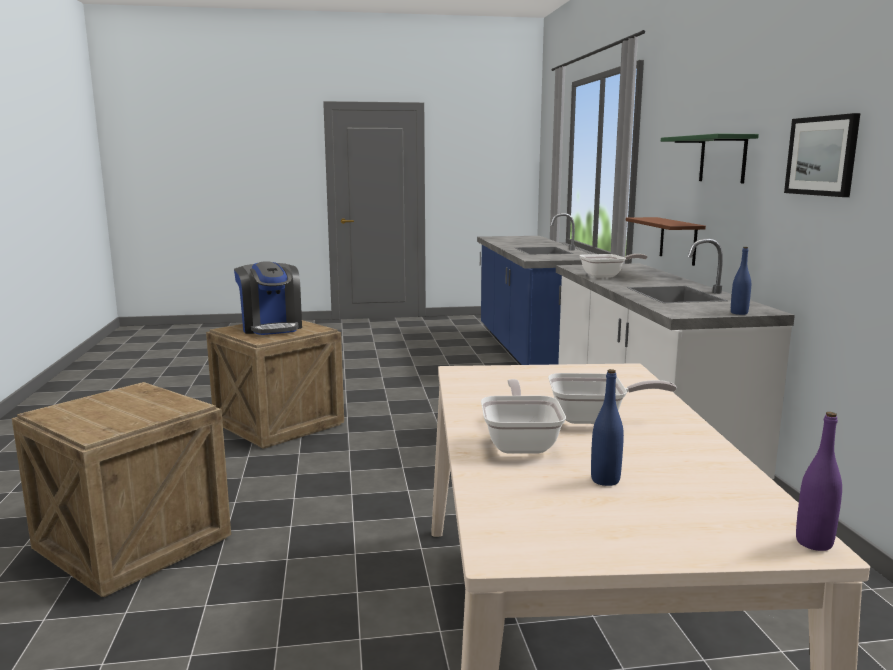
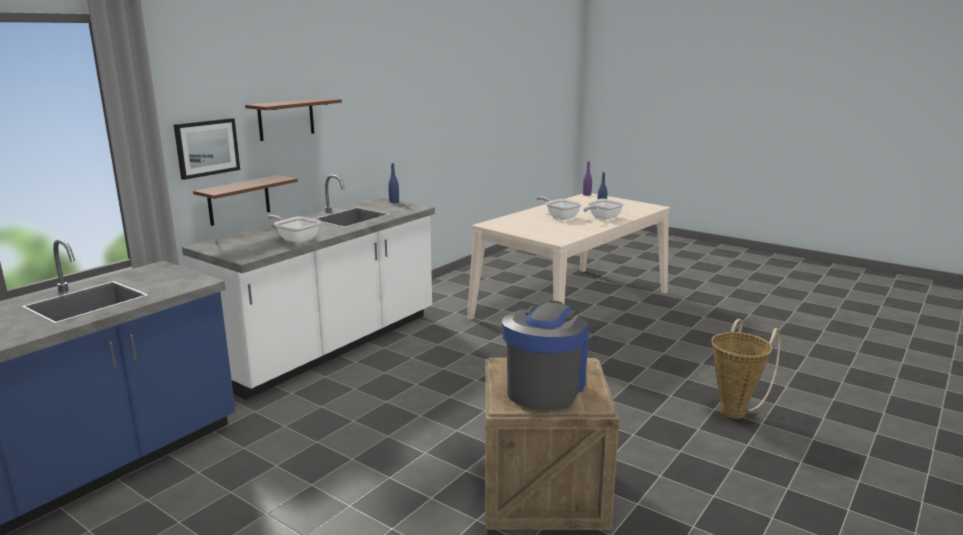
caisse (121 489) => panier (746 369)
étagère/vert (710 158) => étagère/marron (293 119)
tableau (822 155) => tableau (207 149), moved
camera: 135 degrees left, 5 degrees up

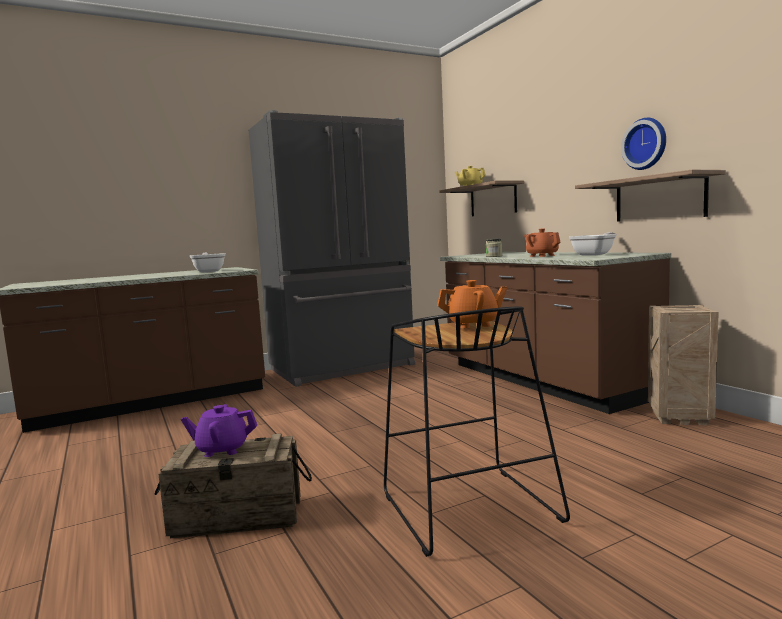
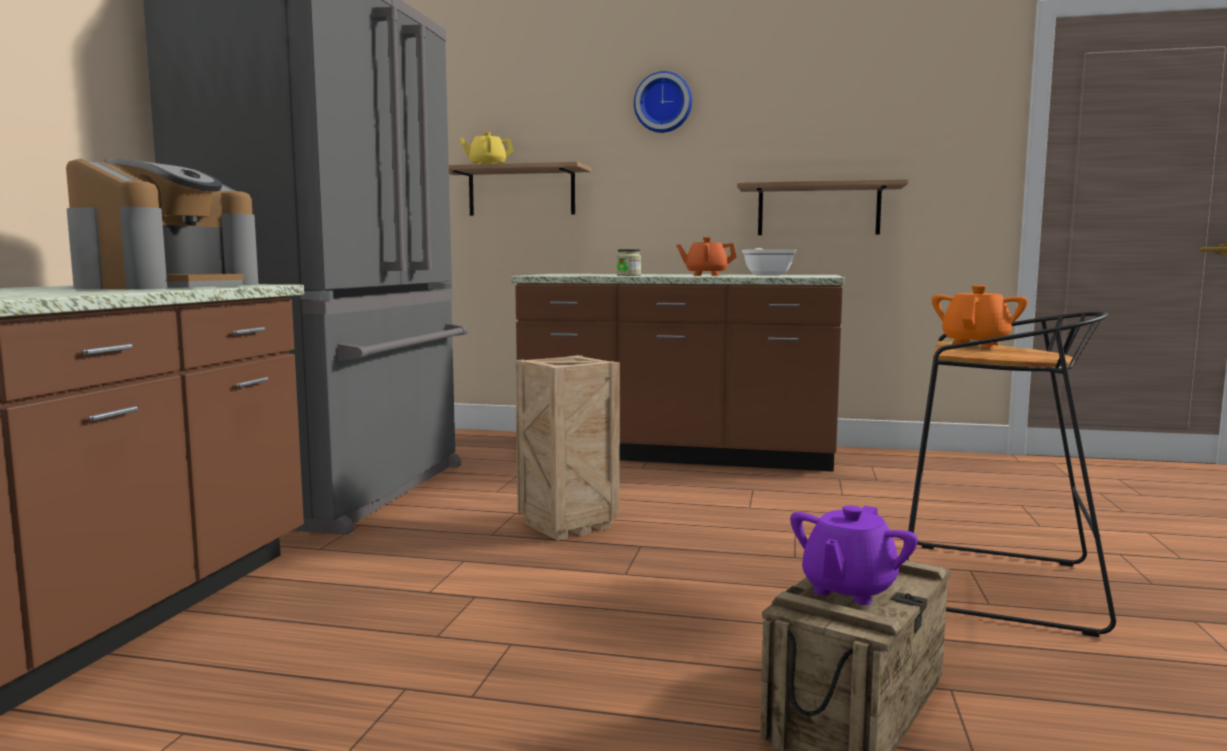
poêle (207 262) => machine à café (162 224)
horloge murale (643 144) => horloge murale (663 102), moved
caisse (683 365) => caisse (567 448), moved
camera: 50 degrees left, 0 degrees up

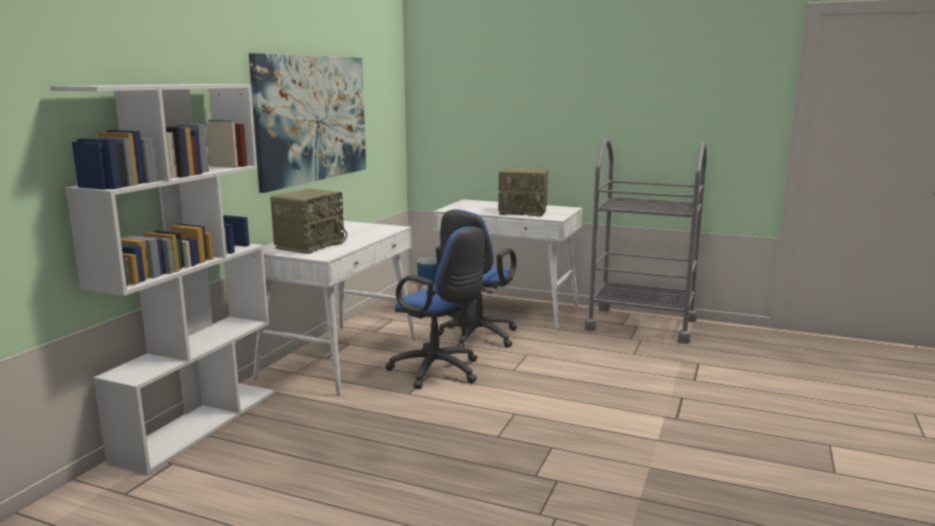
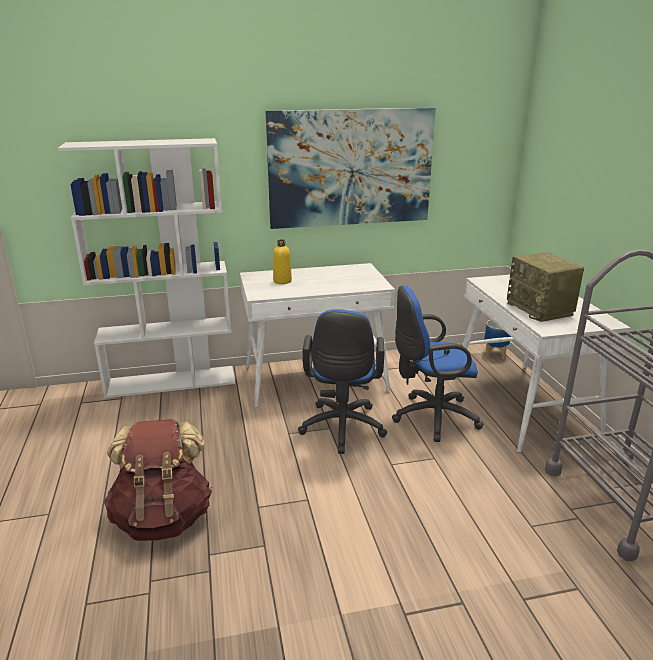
radio (308 221) => bouteille/jaune (282 261)
nothing => sac à dos/marron (158 480)
camera: 55 degrees right, 10 degrees up

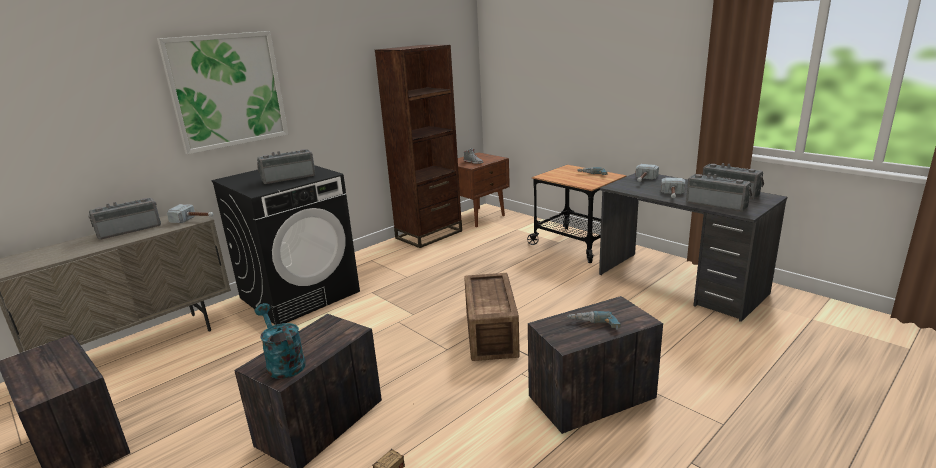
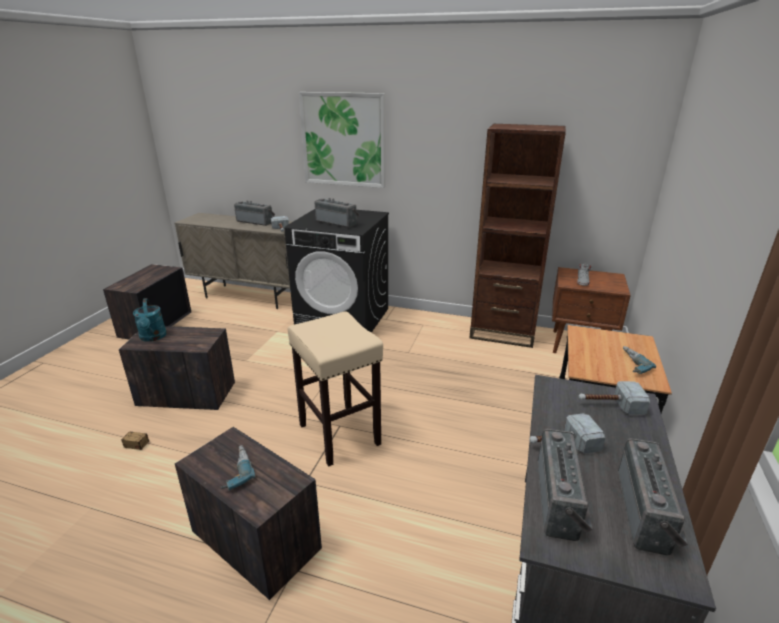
arrosoir/turquoise (280 341) => arrosoir/turquoise (150 320), 135 degrees clockwise
caisse (492 317) => tabouret/beige (335 388)
camera: 60 degrees right, 5 degrees up

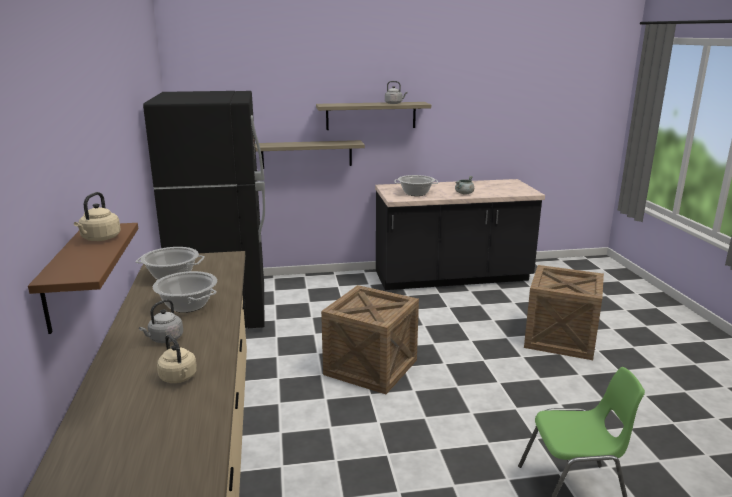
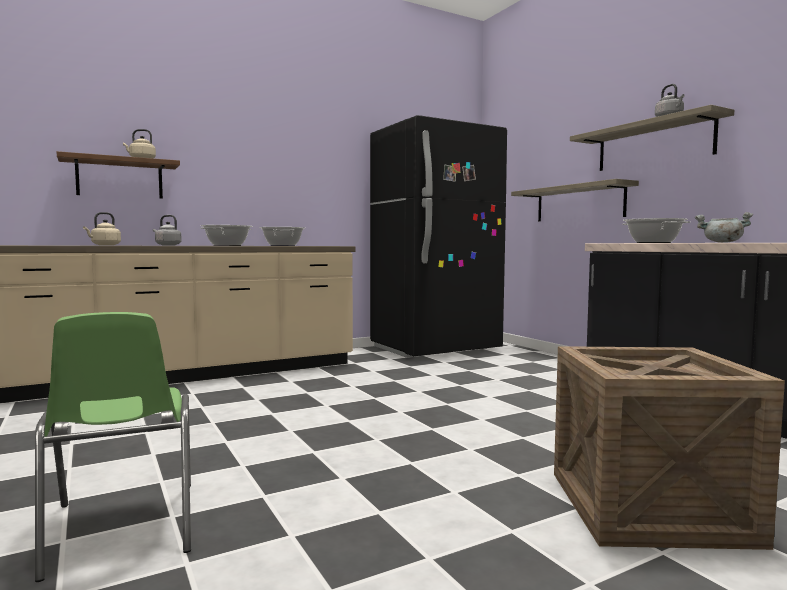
caisse (370 339) => nothing
camera: 70 degrees right, 15 degrees down

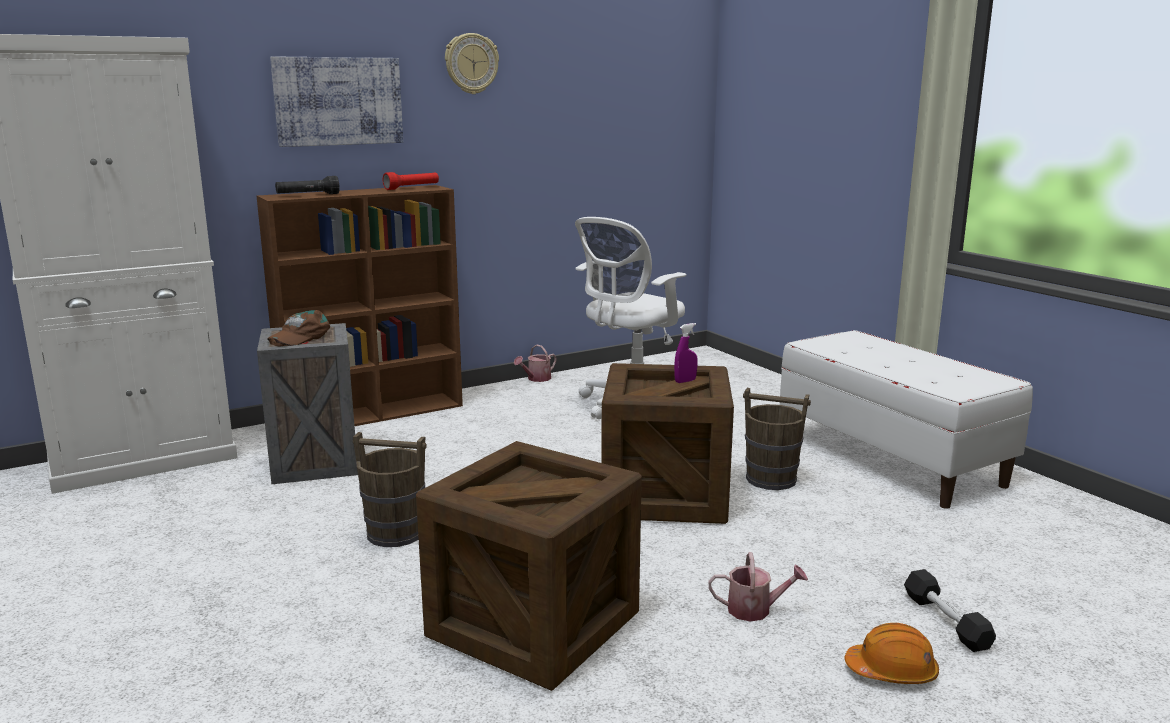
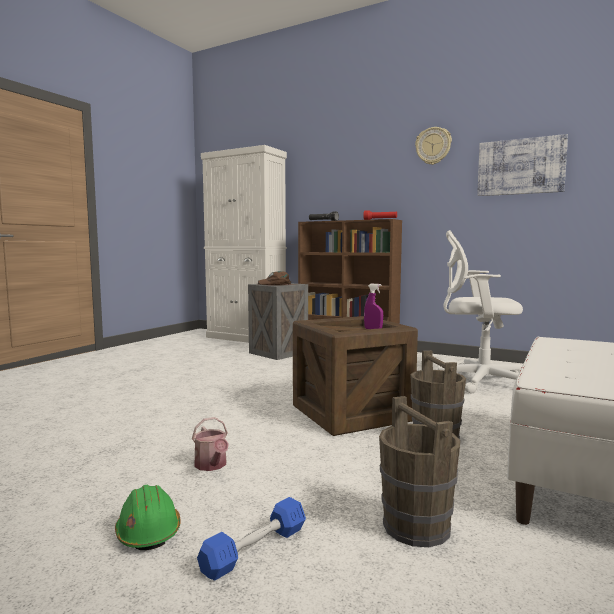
tableau (336 101) => tableau (522 165), moved
seau/marron (390 489) => seau/marron (419 471), moved
caisse (529 566) => nothing
arrosoir (535 363) => nothing
casque de chantier/orange (892 653) => casque de chantier/vert (148 517)
haltère/noir (950 610) => haltère/bleu (251 538)
camera: 60 degrees right, 10 degrees down

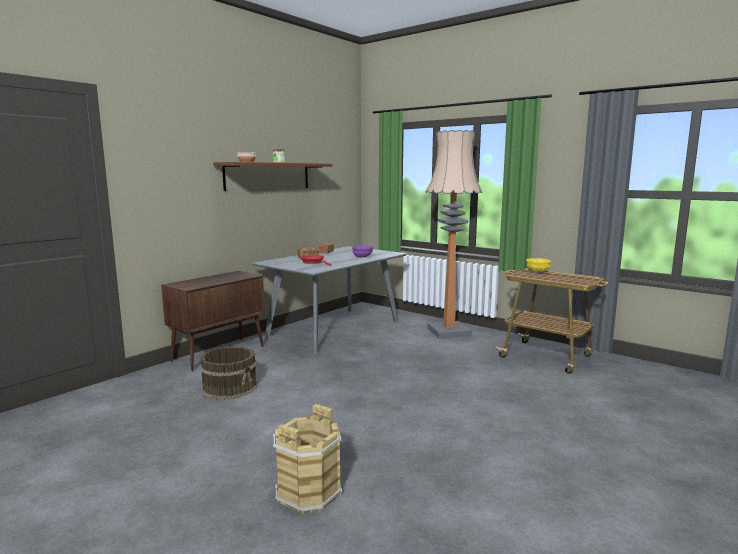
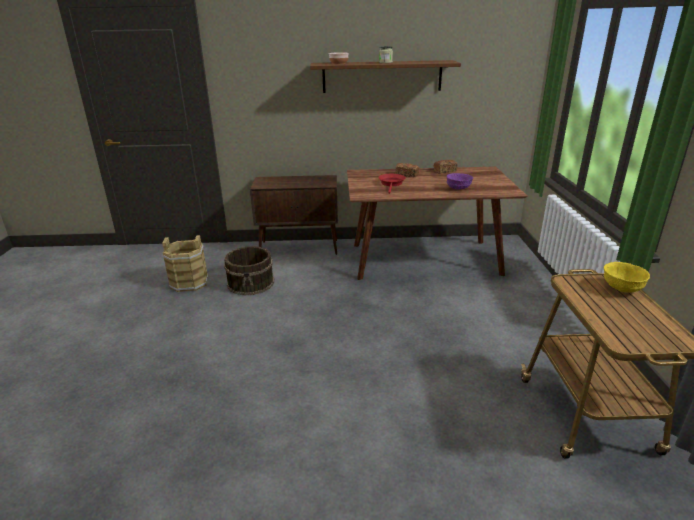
table à manger/gris (330 300) => table à manger/marron (437 223)
seau/marron (307 459) => seau/marron (185 263), moved
lampadaire (454 234) => nothing
camera: 50 degrees right, 15 degrees up

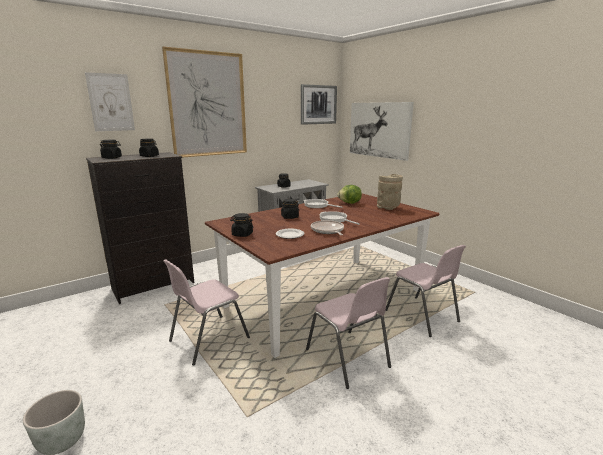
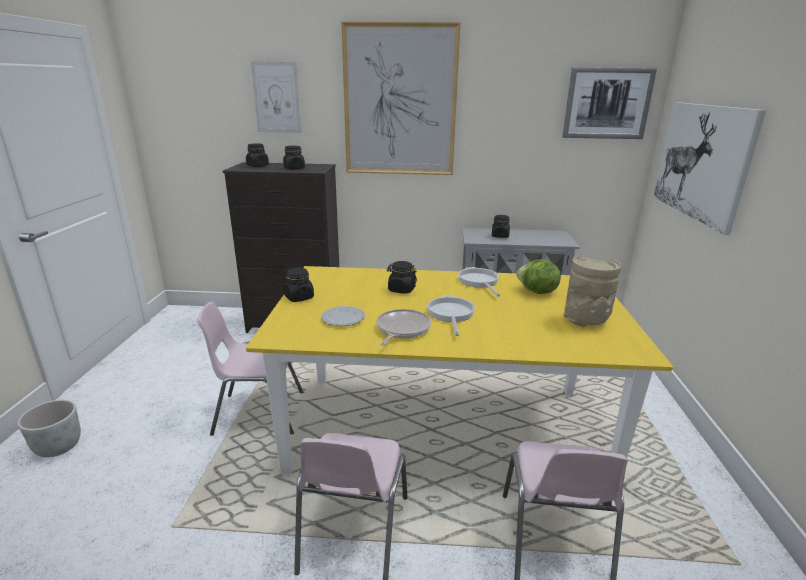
table à manger/marron (322 276) => table à manger/jaune (459 371)
camera: 40 degrees right, 5 degrees up

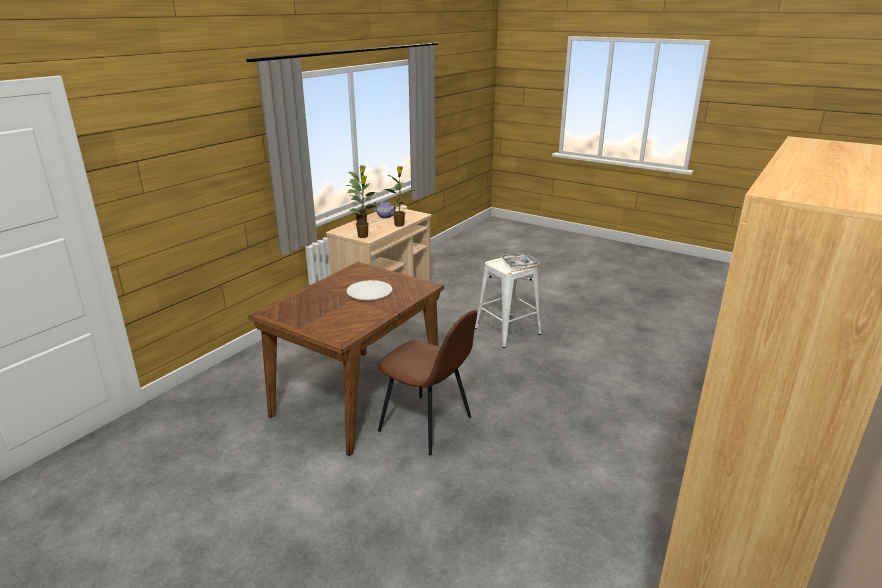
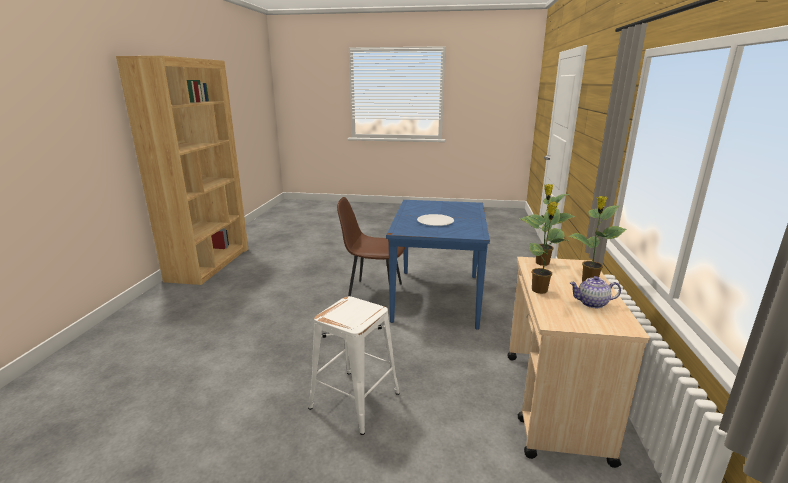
table à manger/marron (346 359) => table à manger/bleu (438 265)
plateau (520 260) => nothing
camera: 155 degrees right, 5 degrees down

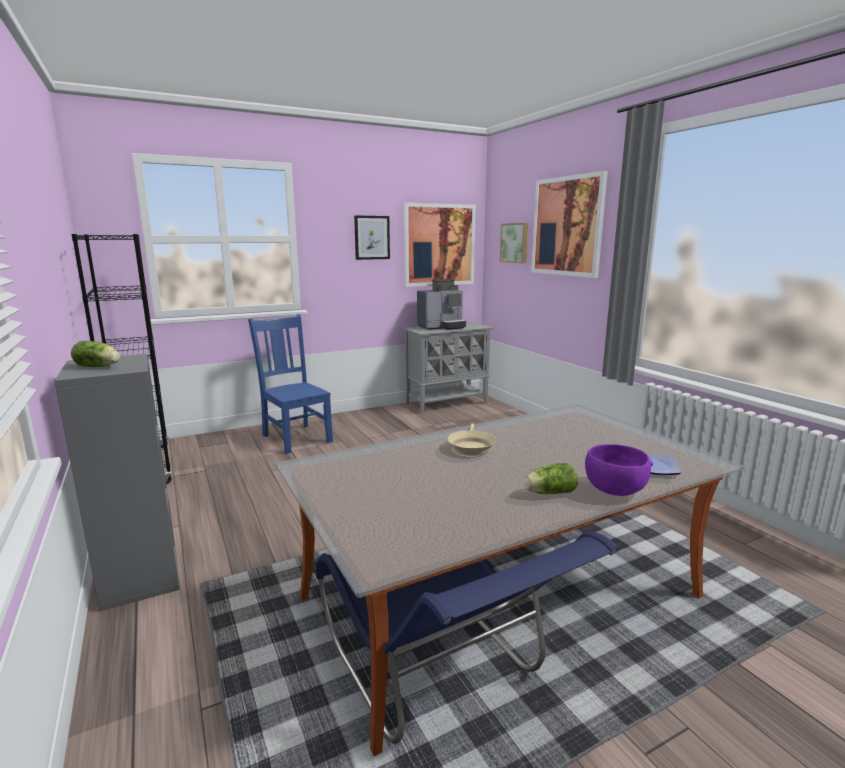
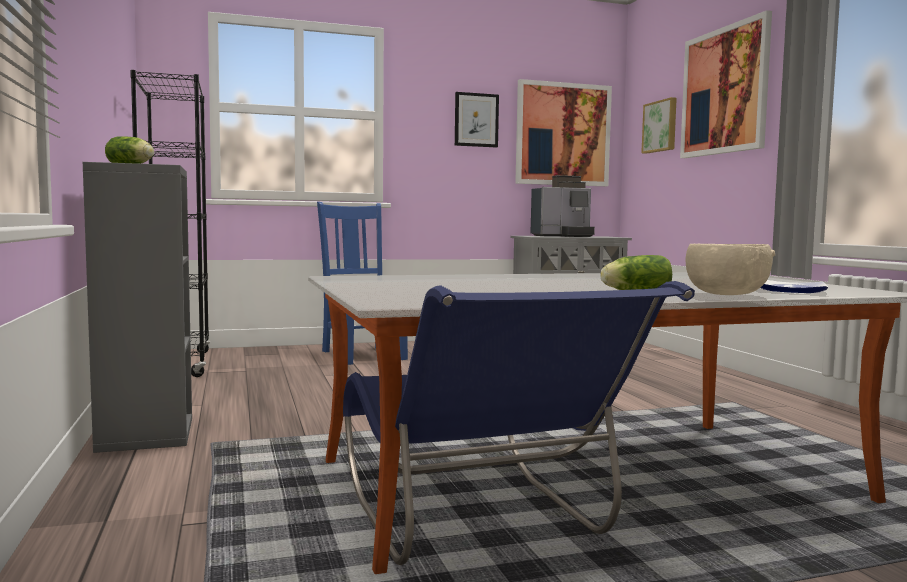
poêle/beige (472 439) => nothing
bol/violet (619 470) => bol/beige (730 269)
camera: 10 degrees right, 10 degrees down

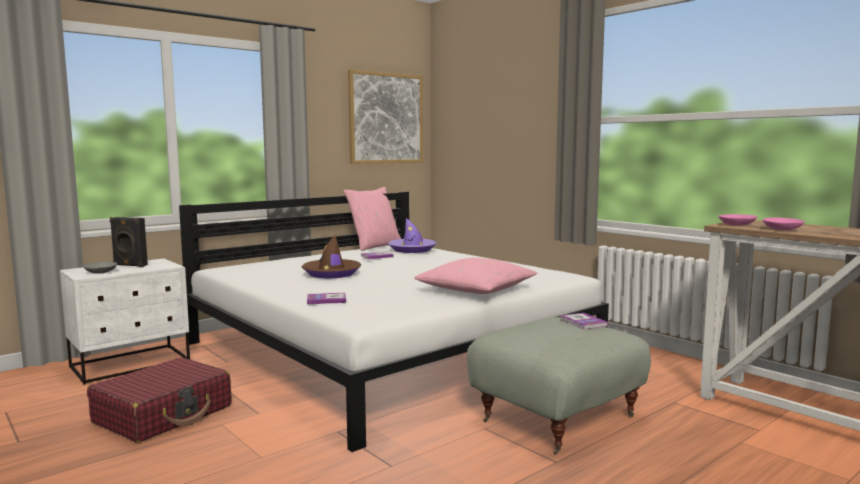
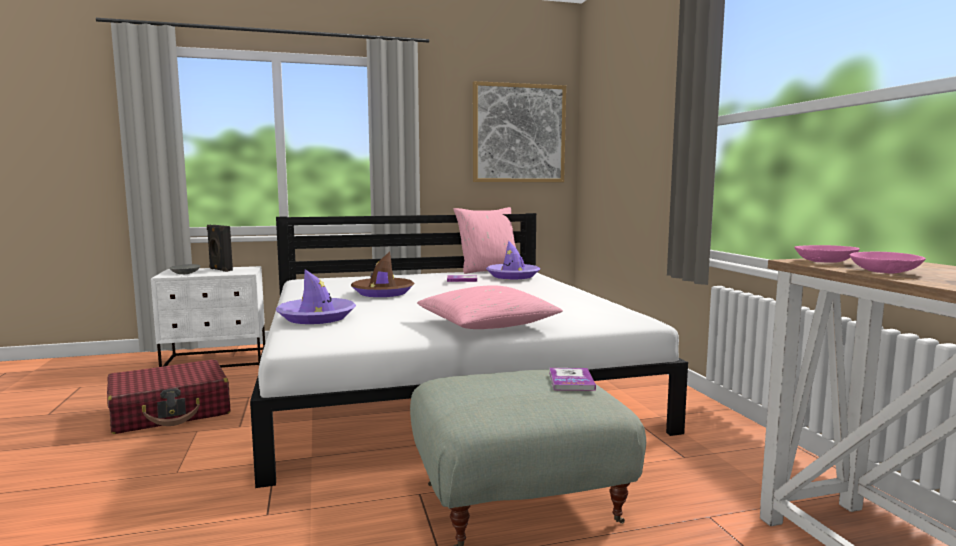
livre (326 298) => chapeau/violet (316 297)
camera: 25 degrees right, 0 degrees up

